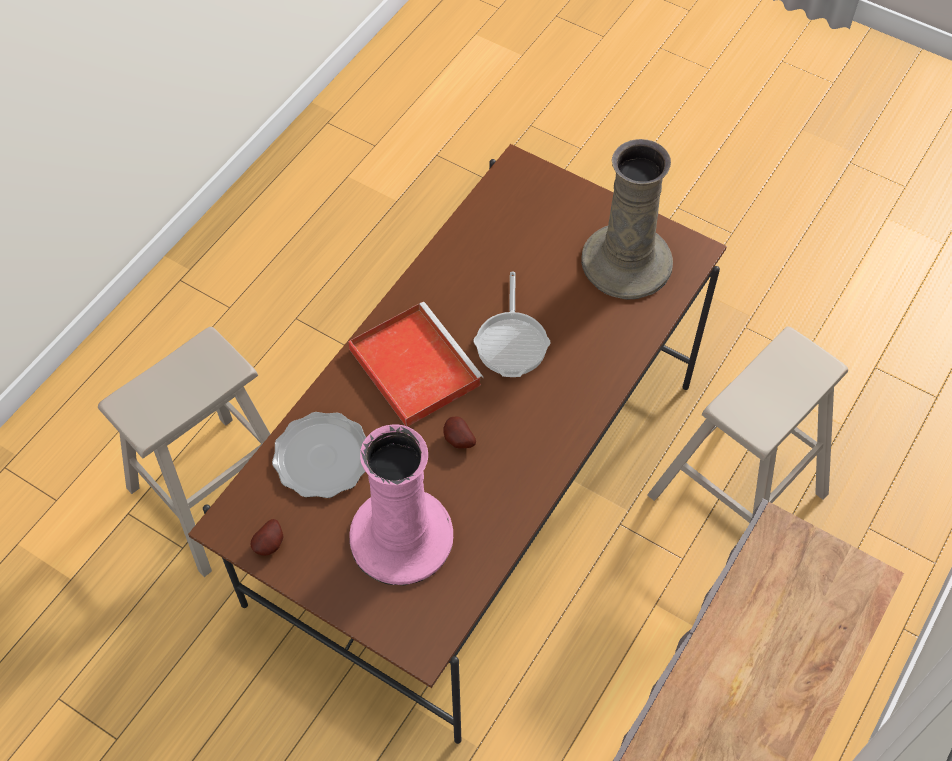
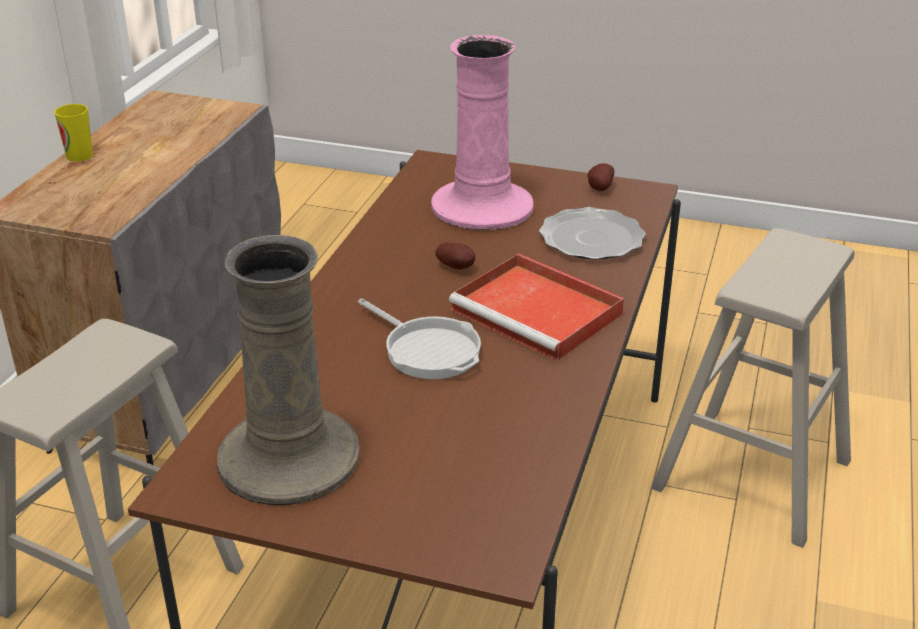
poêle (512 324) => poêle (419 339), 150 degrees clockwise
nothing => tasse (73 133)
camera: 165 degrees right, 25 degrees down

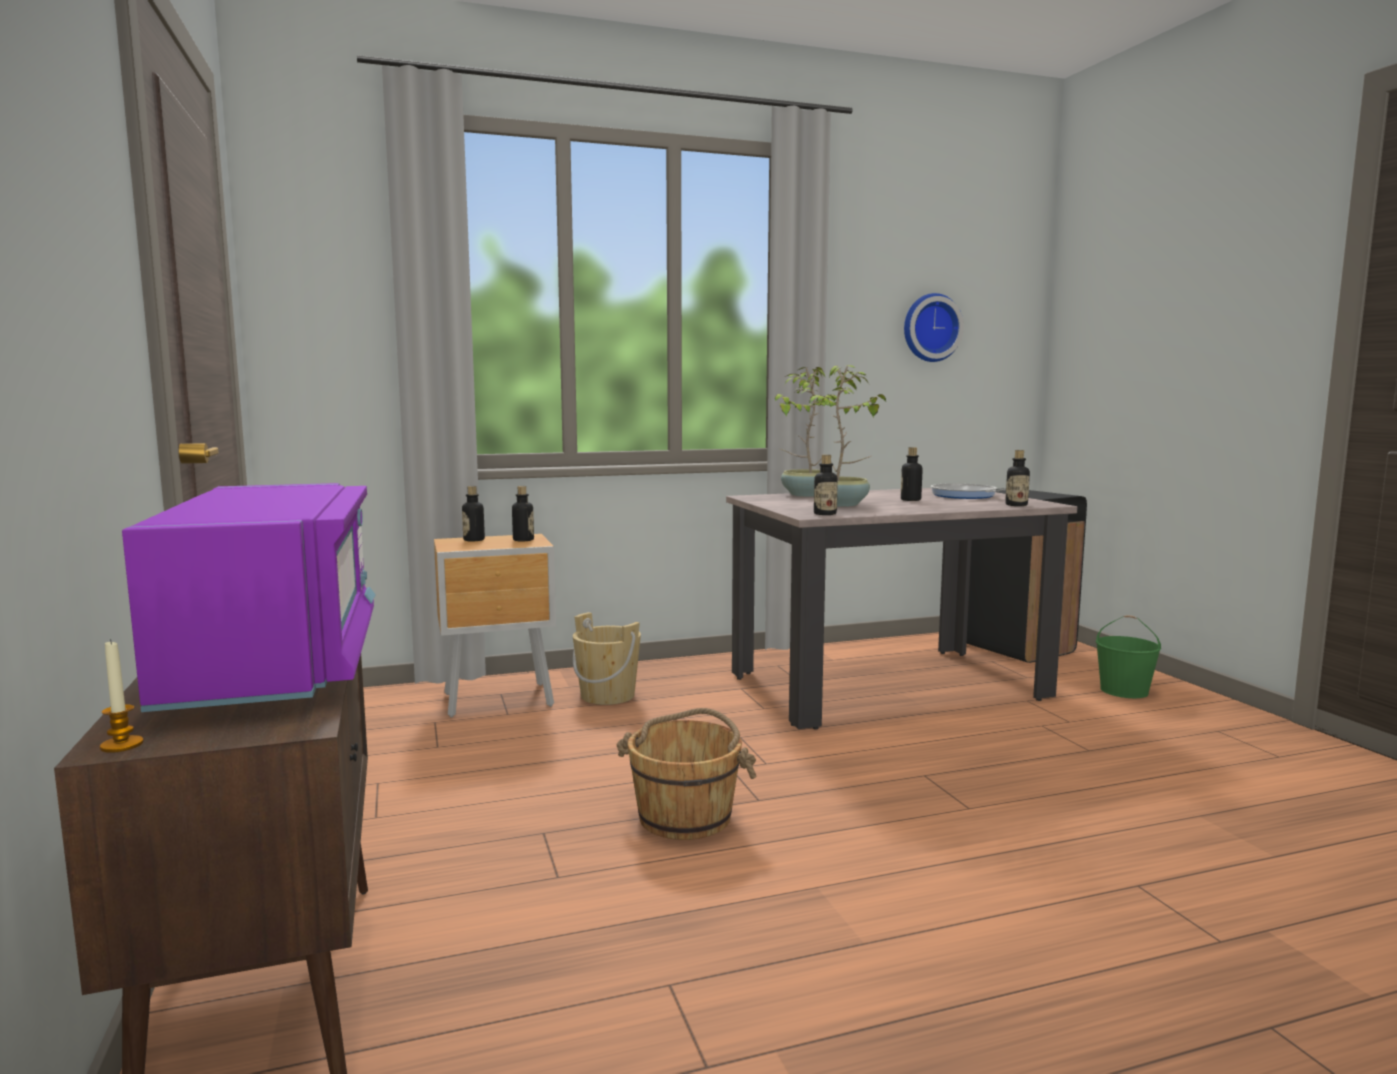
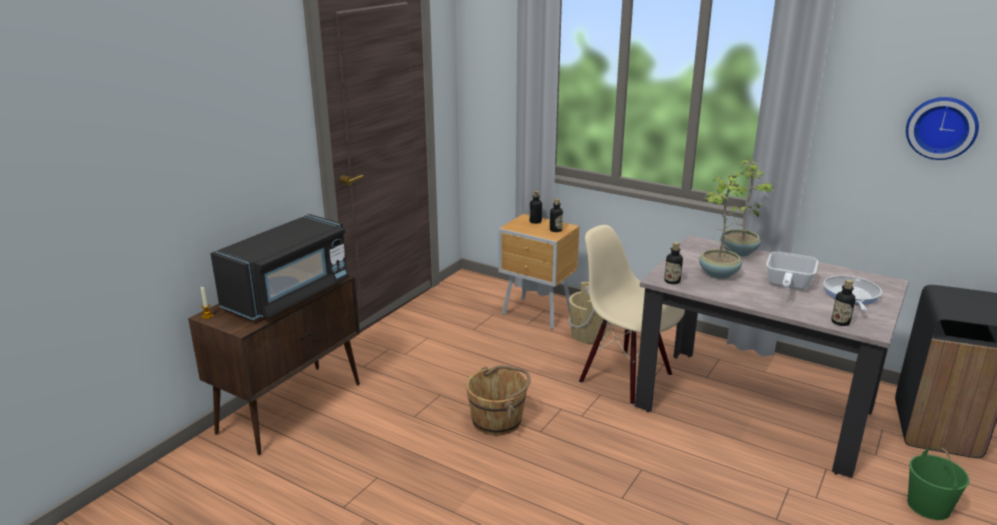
micro-ondes/violet (249 597) => micro-ondes/noir (279 267)
bouteille (912 474) => poêle (792 271)
nothing => chaise/beige (632 315)
camera: 50 degrees right, 15 degrees up

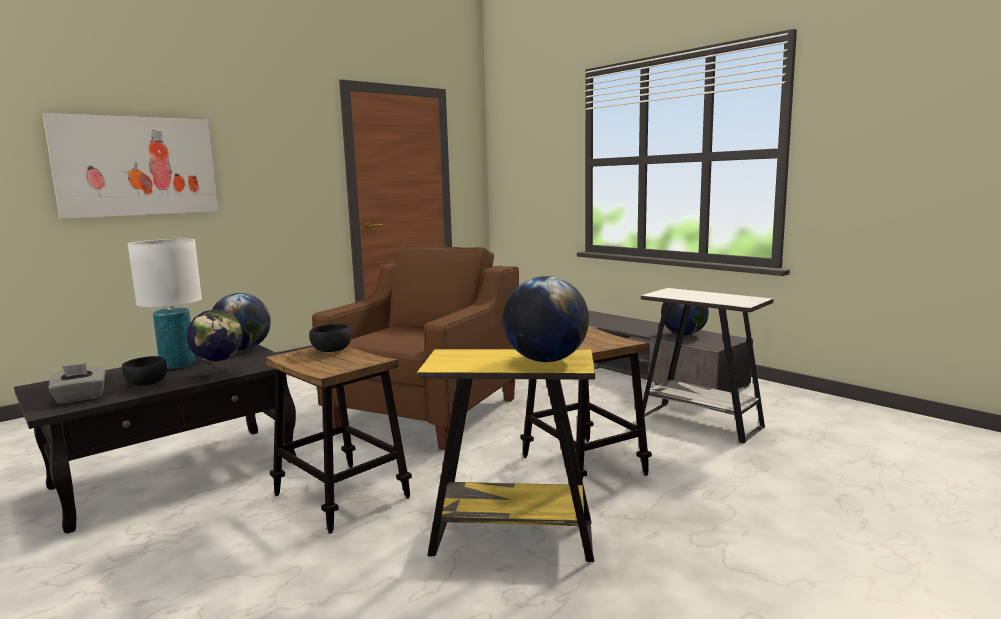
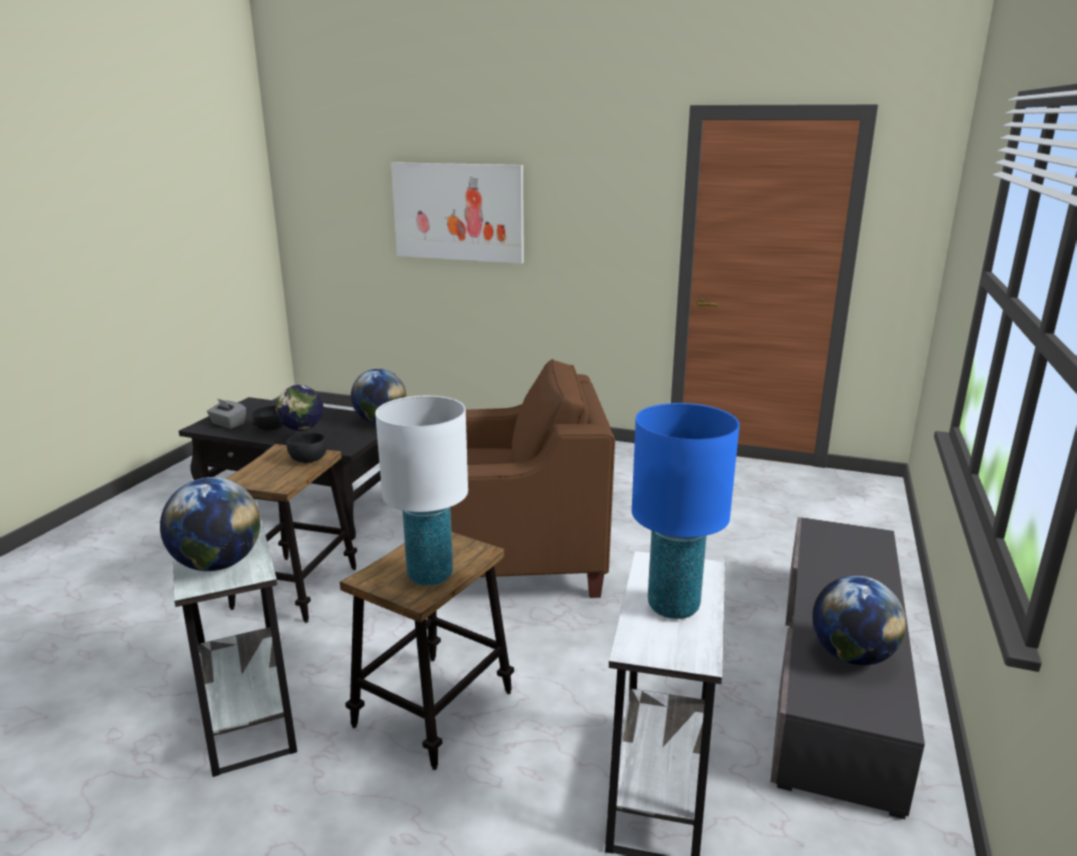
lampe de table/blanc (165 304) => lampe de table/blanc (421 491), moved
table d'appoint/jaune (506 455) => table d'appoint/blanc (235 639)
nothing => lampe de table/bleu (686 511)
camera: 60 degrees right, 10 degrees up

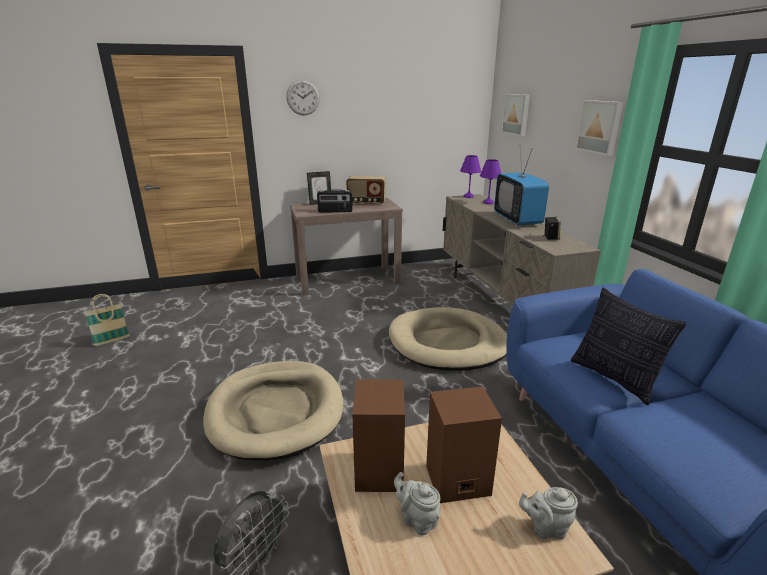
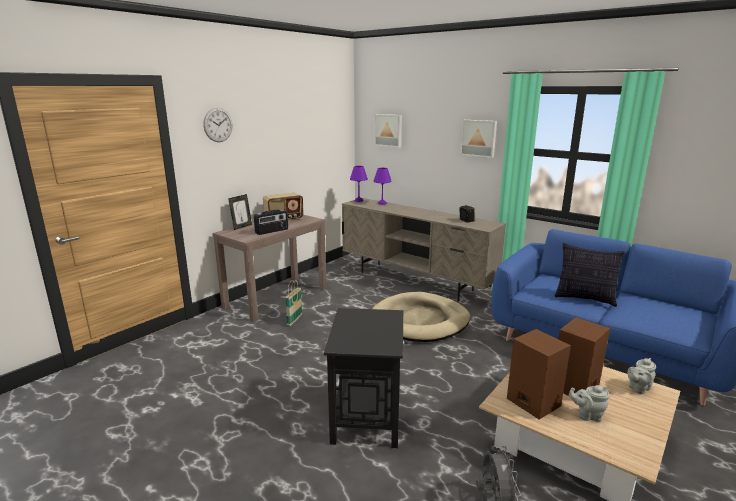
panier (107 320) => panier (293 303), moved
panier pour chien/beige (273 411) => table d'appoint/noir (364 378)
téléviseur (521 187) => nothing
camera: 35 degrees left, 5 degrees down

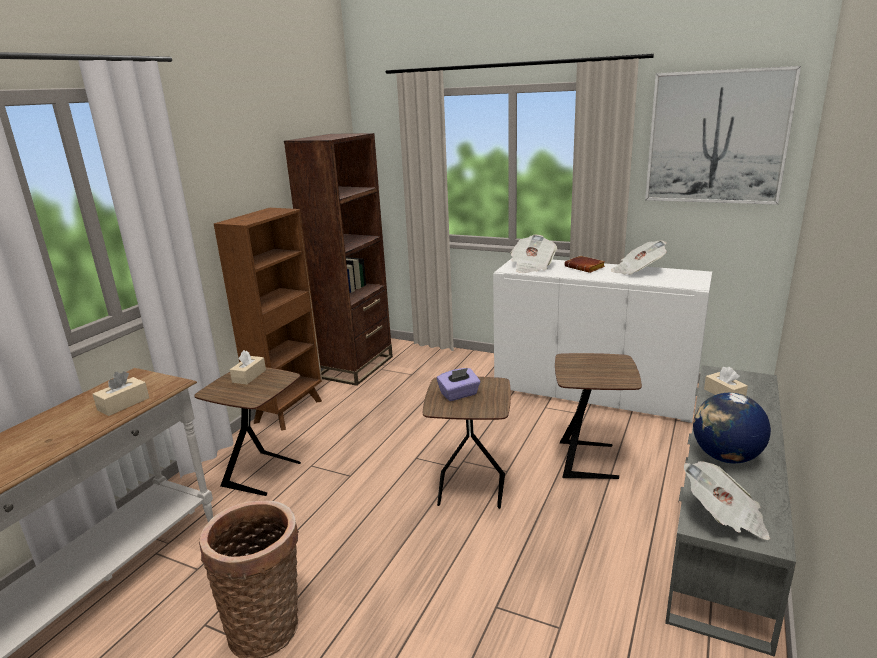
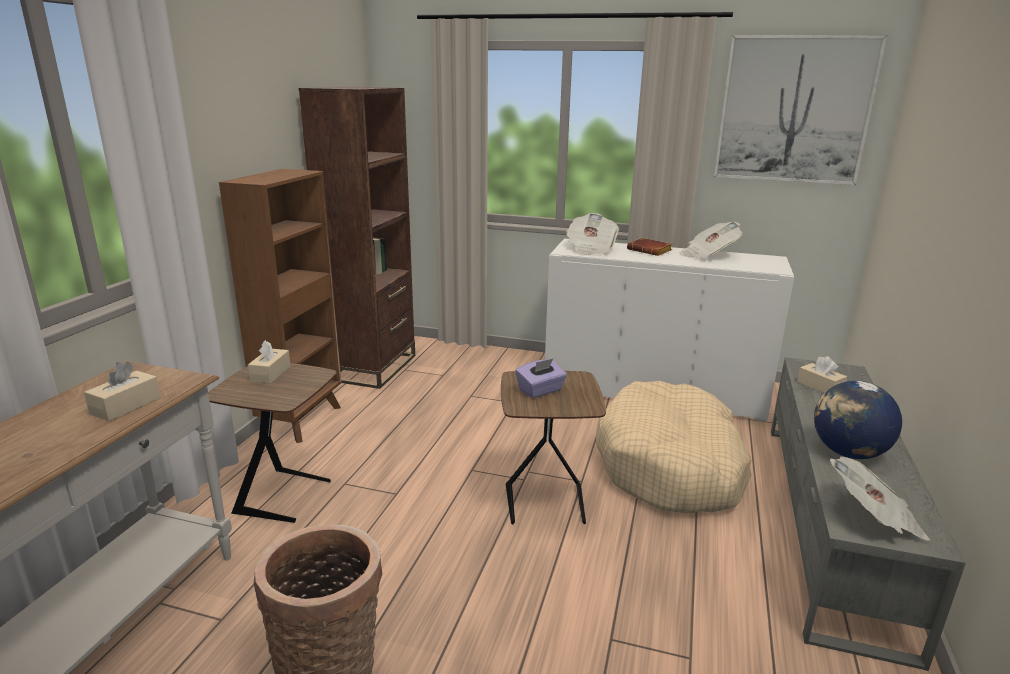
table d'appoint/marron (598 416) => panier pour chien/beige (673 447)
camera: 10 degrees left, 0 degrees up

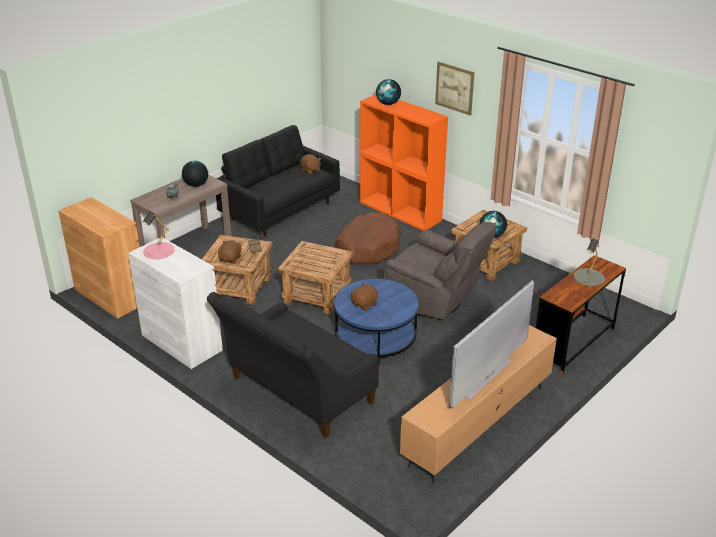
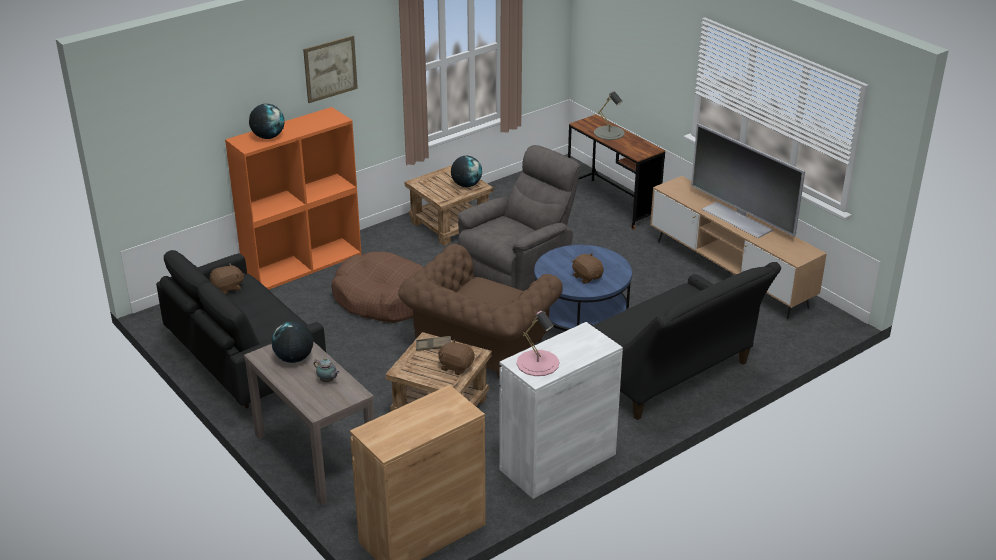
table d'appoint/marron (315 277) => fauteuil/marron (480 311)
camera: 80 degrees left, 0 degrees up

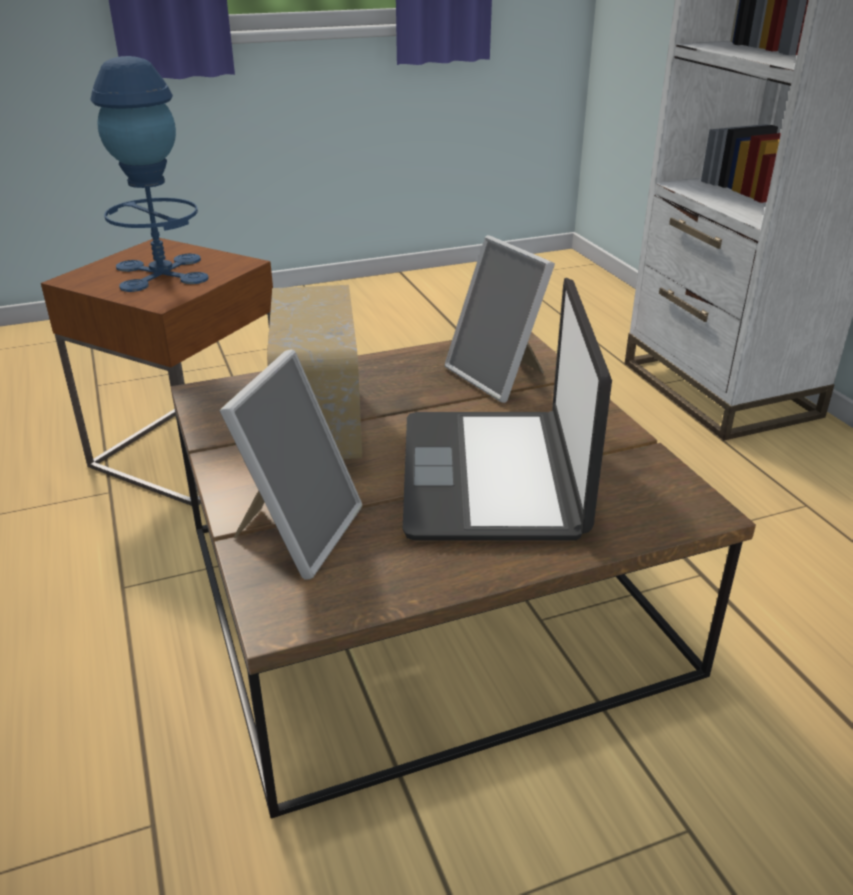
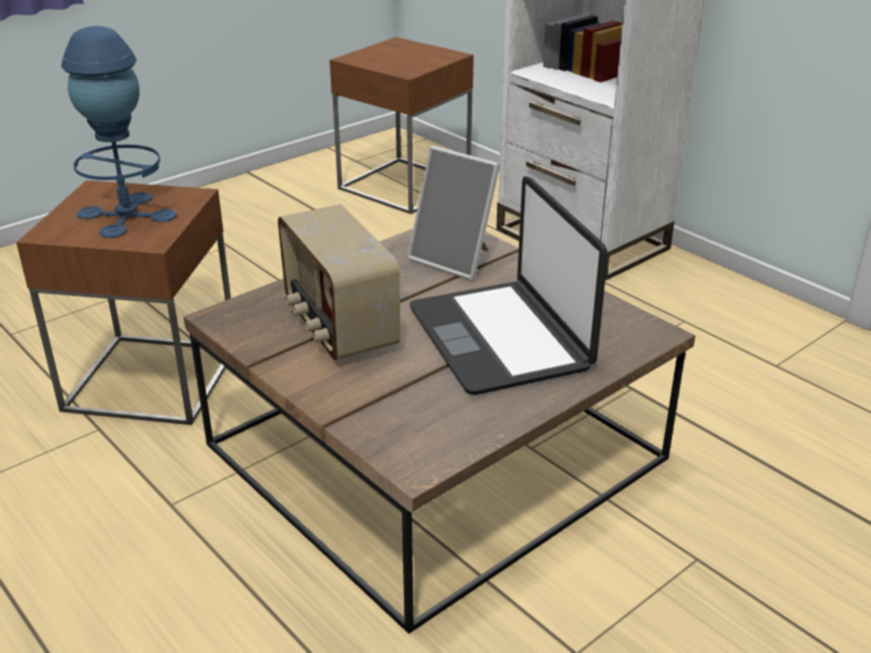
cadre photo (291 464) => nothing
nothing => table d'appoint/marron (402 125)
camera: 20 degrees left, 0 degrees up

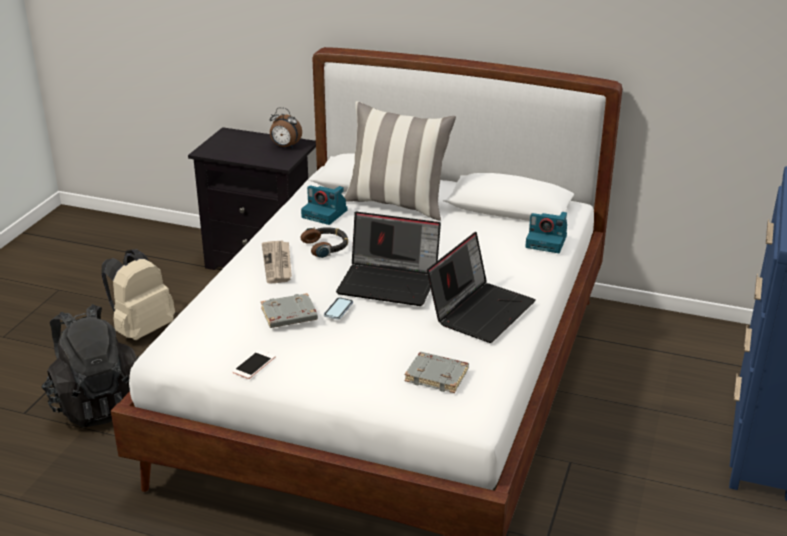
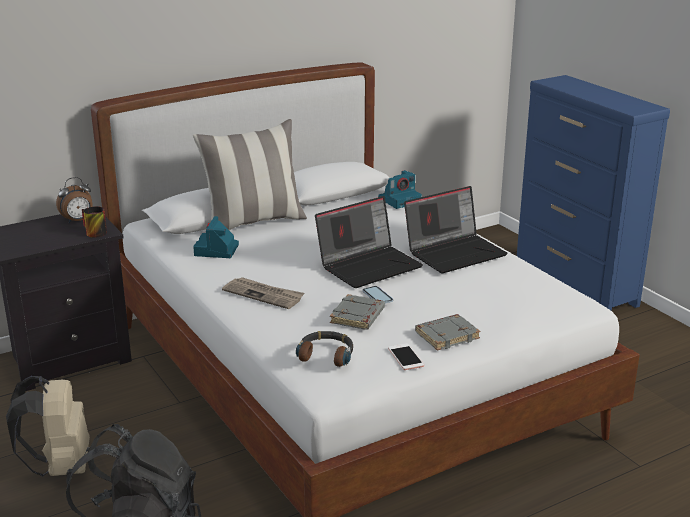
casque audio (324 242) => casque audio (324 349), moved
appareil photo (324 205) => appareil photo (216 237), 120 degrees clockwise
livre/gris (436 372) => livre/gris (447 332), moved
ordinateur portable (481 287) => ordinateur portable (456 229), 75 degrees clockwise
nothing => mug (94 222)
camera: 50 degrees left, 5 degrees down

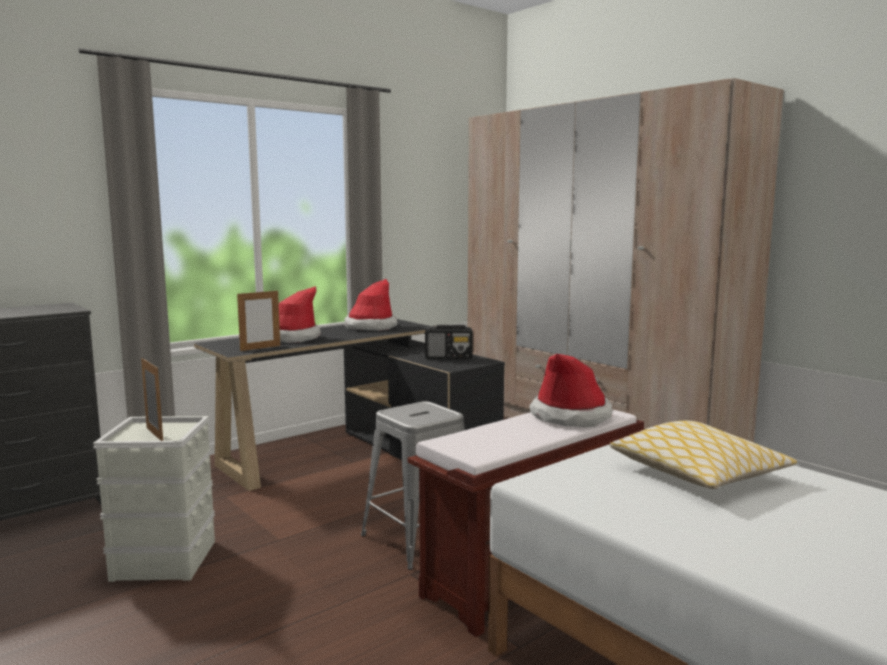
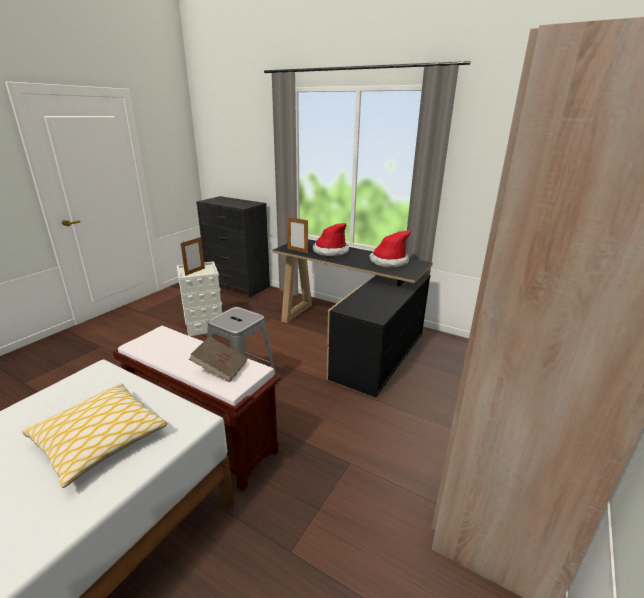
radio (449 342) => nothing
chapeau (571 390) => livre/marron (218 359)
camera: 70 degrees right, 15 degrees up

